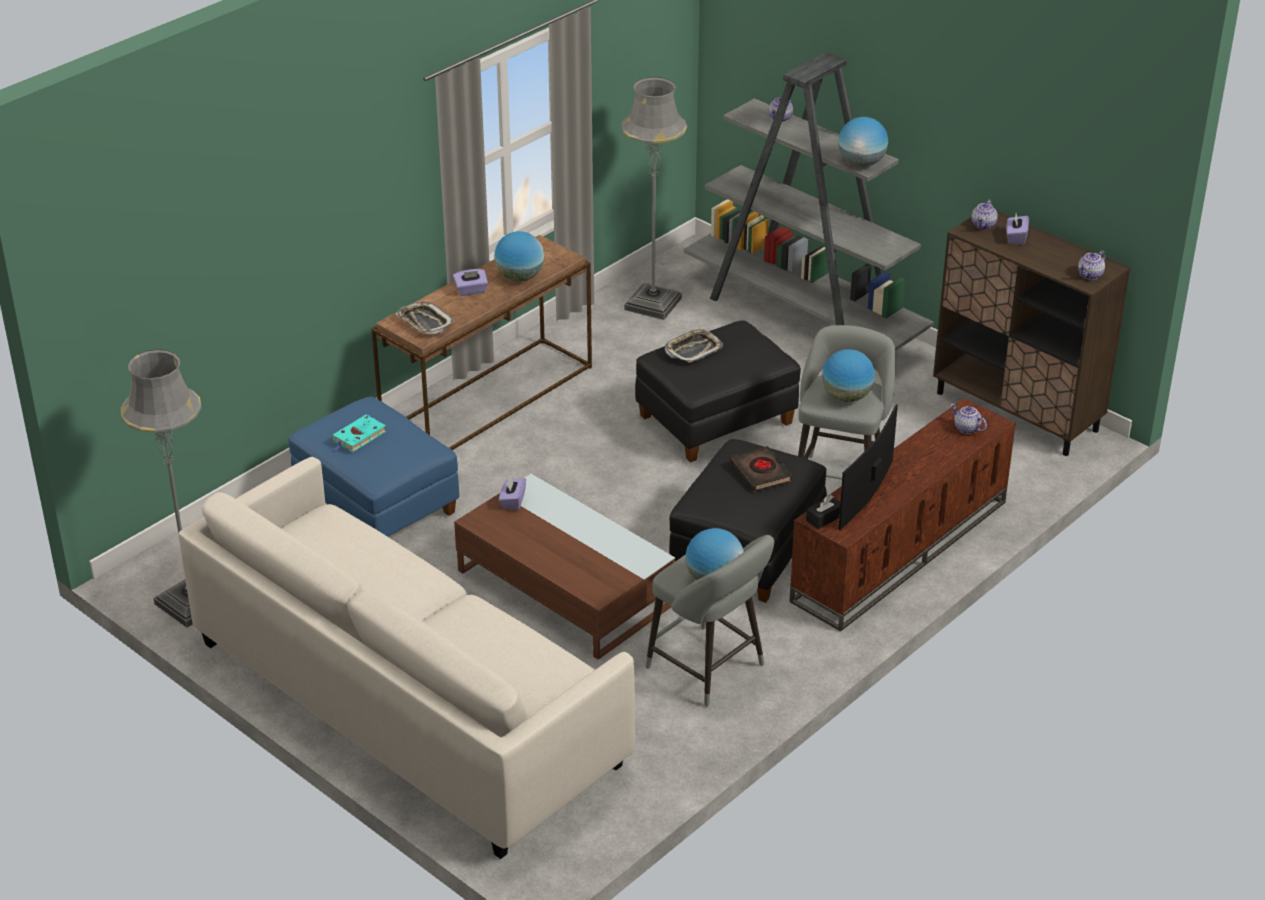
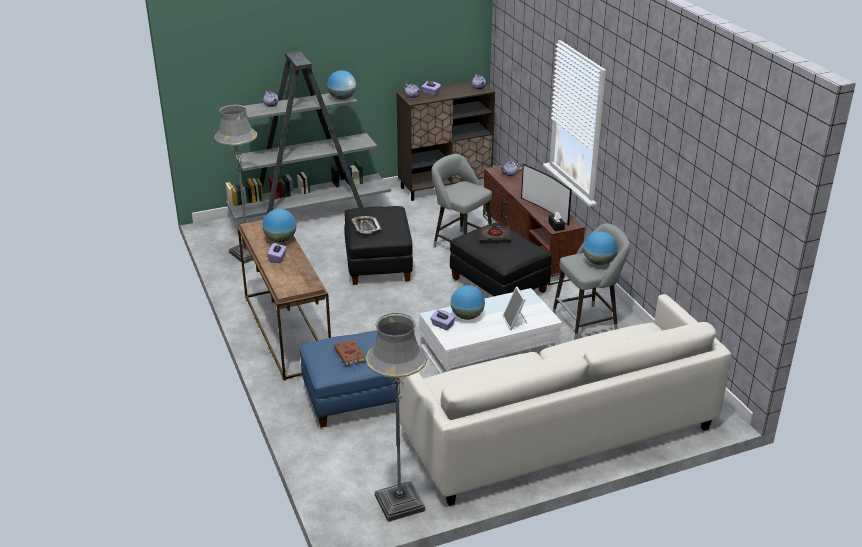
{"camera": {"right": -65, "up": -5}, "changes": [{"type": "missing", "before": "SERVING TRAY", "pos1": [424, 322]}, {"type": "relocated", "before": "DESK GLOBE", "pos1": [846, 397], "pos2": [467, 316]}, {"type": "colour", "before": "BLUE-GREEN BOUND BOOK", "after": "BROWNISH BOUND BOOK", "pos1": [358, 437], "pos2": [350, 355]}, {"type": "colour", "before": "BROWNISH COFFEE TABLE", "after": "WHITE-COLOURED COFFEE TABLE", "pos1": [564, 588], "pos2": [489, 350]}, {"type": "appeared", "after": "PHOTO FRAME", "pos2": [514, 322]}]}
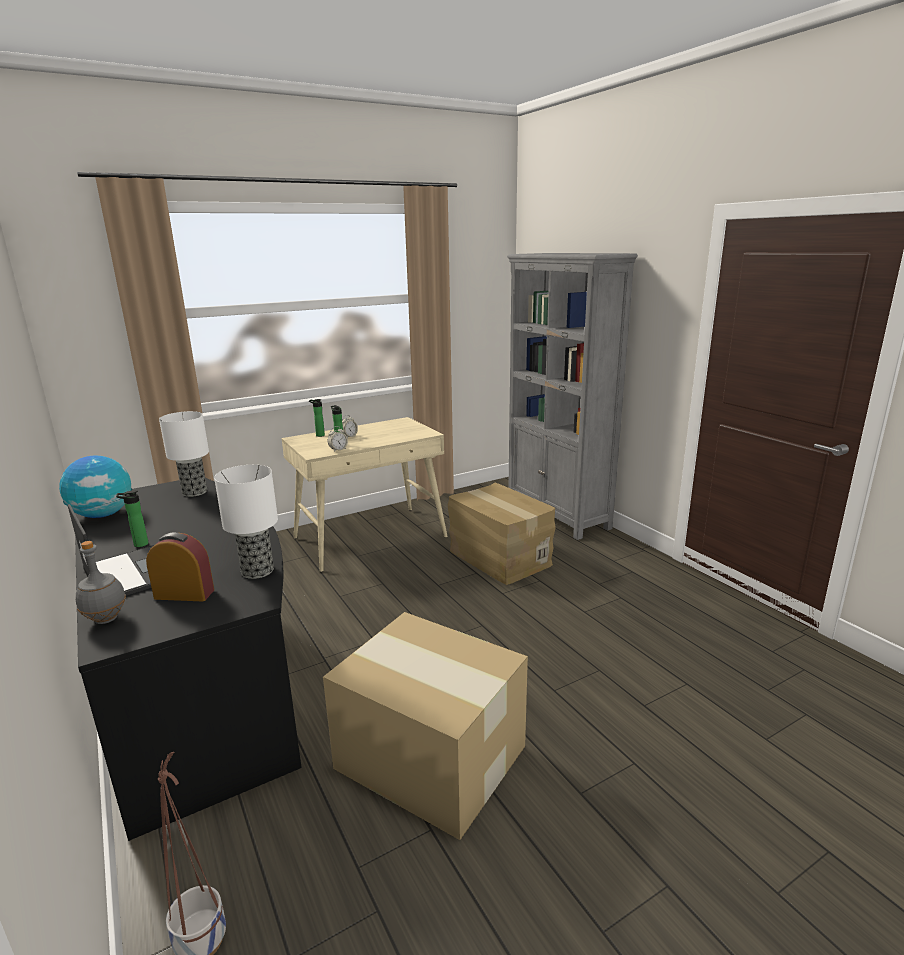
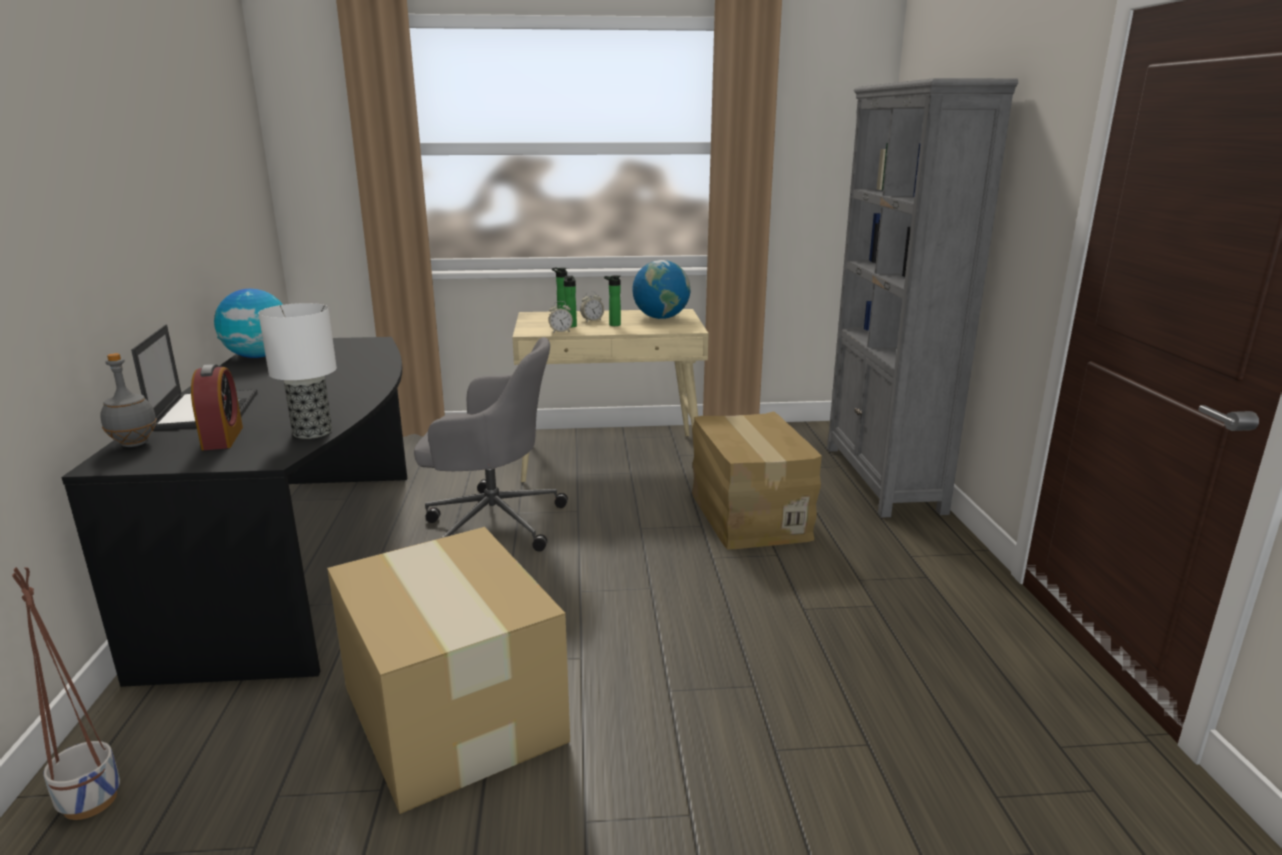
{"camera": {"right": 25, "up": 0}, "changes": [{"type": "missing", "before": "TABLETOP LAMP", "pos1": [194, 492]}, {"type": "relocated", "before": "DRINK BOTTLE", "pos1": [138, 544], "pos2": [613, 325]}, {"type": "spun", "before": "TABLE CLOCK", "pos1": [184, 594], "pos2": [222, 438], "turn": 45}, {"type": "appeared", "after": "DESK GLOBE", "pos2": [661, 318]}, {"type": "appeared", "after": "GREYISH DESK CHAIR", "pos2": [492, 522]}]}
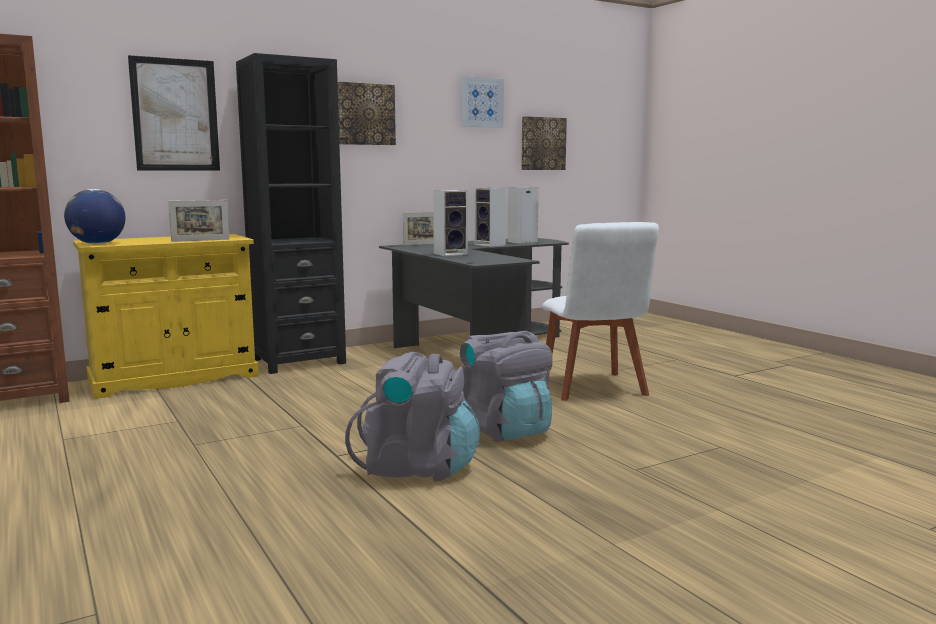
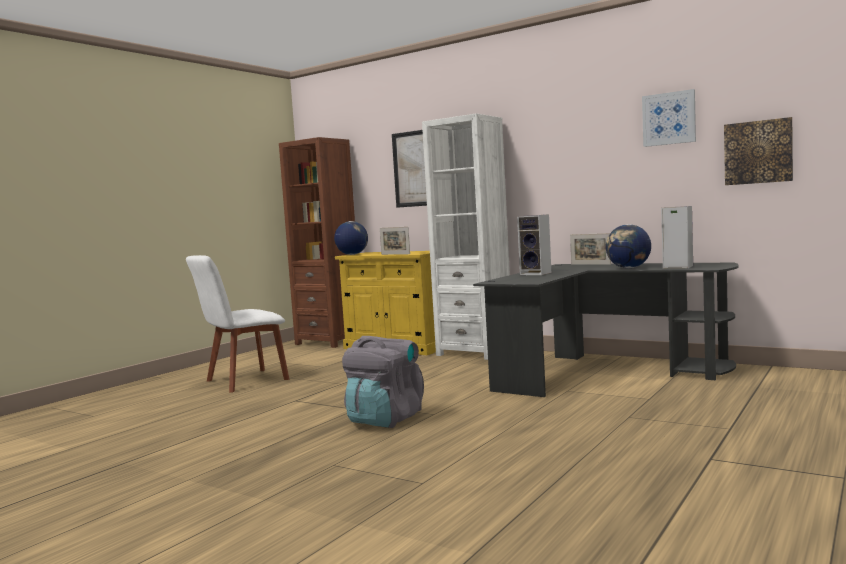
{"camera": {"right": 65, "up": -5}, "changes": [{"type": "colour", "before": "BLACK BOOKCASE", "after": "WHITE-COLOURED BOOKCASE", "pos1": [298, 361], "pos2": [475, 352]}, {"type": "missing", "before": "PICTURE", "pos1": [366, 114]}, {"type": "exchanged", "before": "AUDIO SPEAKER", "after": "DESK GLOBE", "pos1": [491, 245], "pos2": [628, 268]}, {"type": "relocated", "before": "WHITE-COLOURED CHAIR", "pos1": [594, 388], "pos2": [243, 381]}, {"type": "missing", "before": "GREYISH KNAPSACK", "pos1": [417, 468]}]}
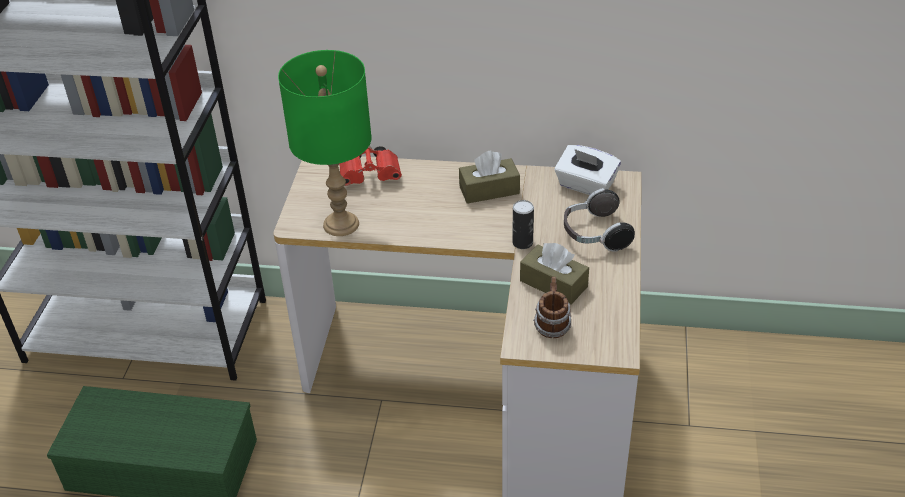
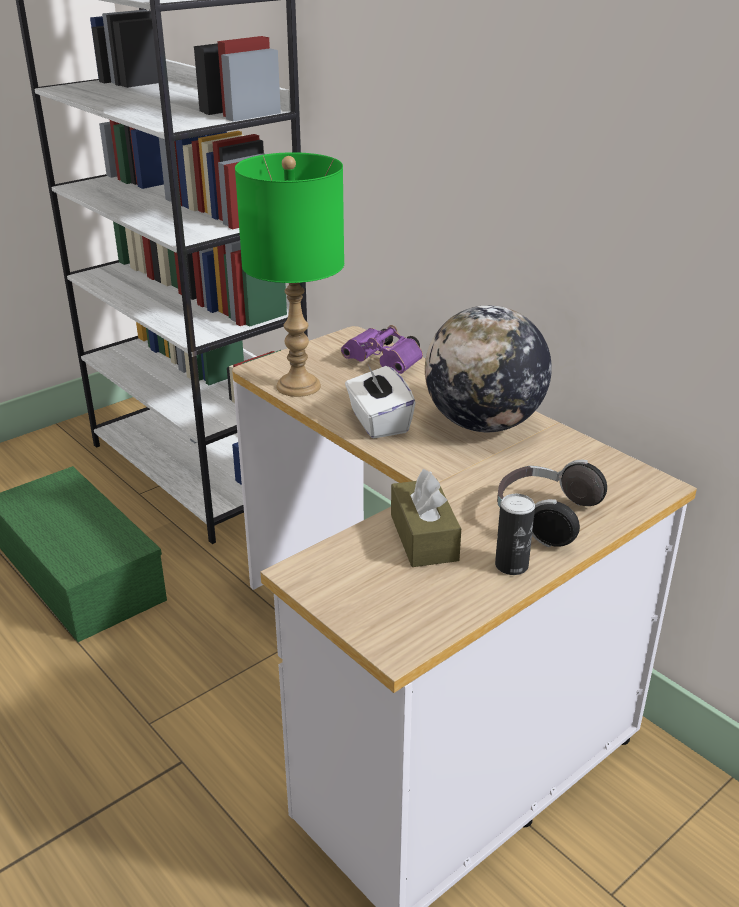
{"camera": {"right": 40, "up": -10}, "changes": [{"type": "relocated", "before": "WHITE-COLOURED TISSUE HOLDER", "pos1": [585, 185], "pos2": [378, 422]}, {"type": "colour", "before": "RED-COLOURED BINOCULARS", "after": "PURPLISH BINOCULARS", "pos1": [372, 176], "pos2": [386, 364]}, {"type": "exchanged", "before": "BROWNISH TISSUE HOLDER", "after": "DESK GLOBE", "pos1": [489, 190], "pos2": [483, 424]}, {"type": "relocated", "before": "METAL CAN", "pos1": [522, 243], "pos2": [511, 565]}, {"type": "missing", "before": "MUG", "pos1": [551, 325]}]}
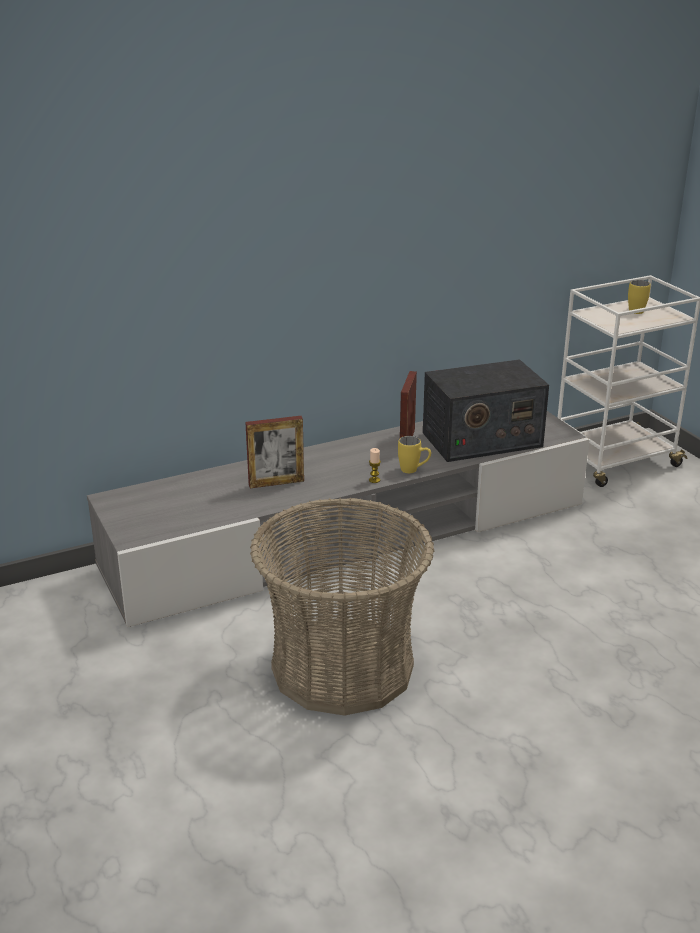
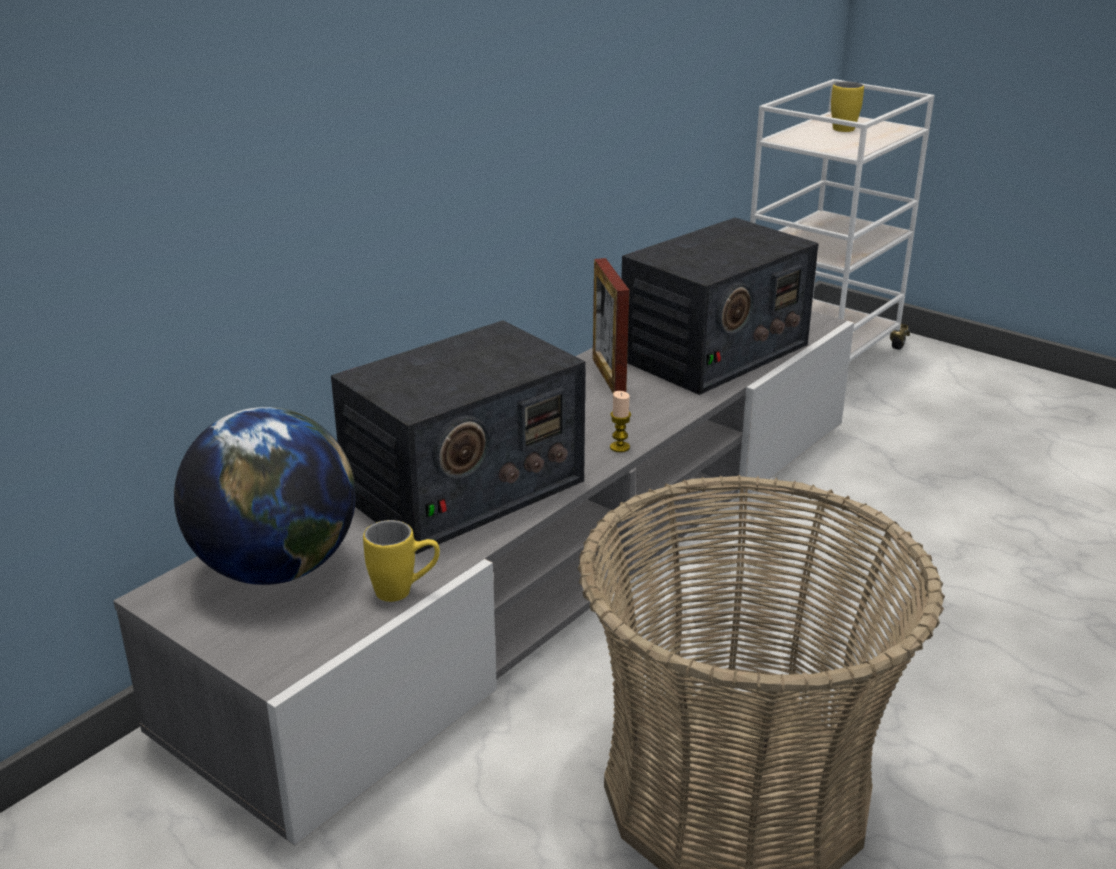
{"camera": {"right": -25, "up": 0}, "changes": [{"type": "exchanged", "before": "PHOTO FRAME", "after": "RADIO SET", "pos1": [276, 483], "pos2": [463, 489]}, {"type": "relocated", "before": "YELLOW MUG", "pos1": [414, 470], "pos2": [405, 591]}, {"type": "appeared", "after": "DESK GLOBE", "pos2": [276, 568]}]}
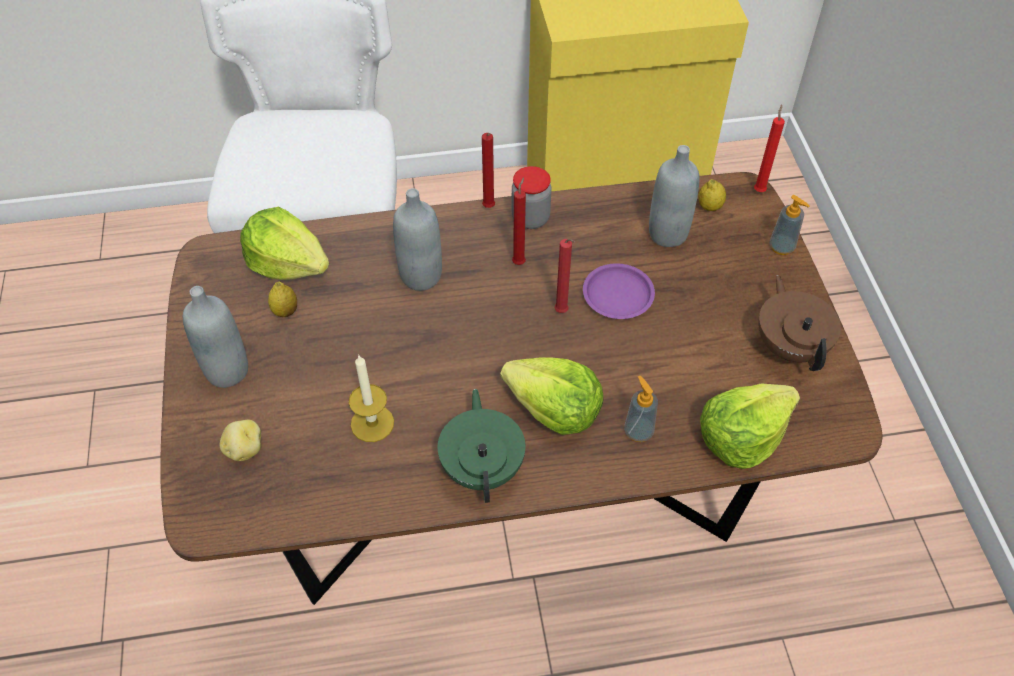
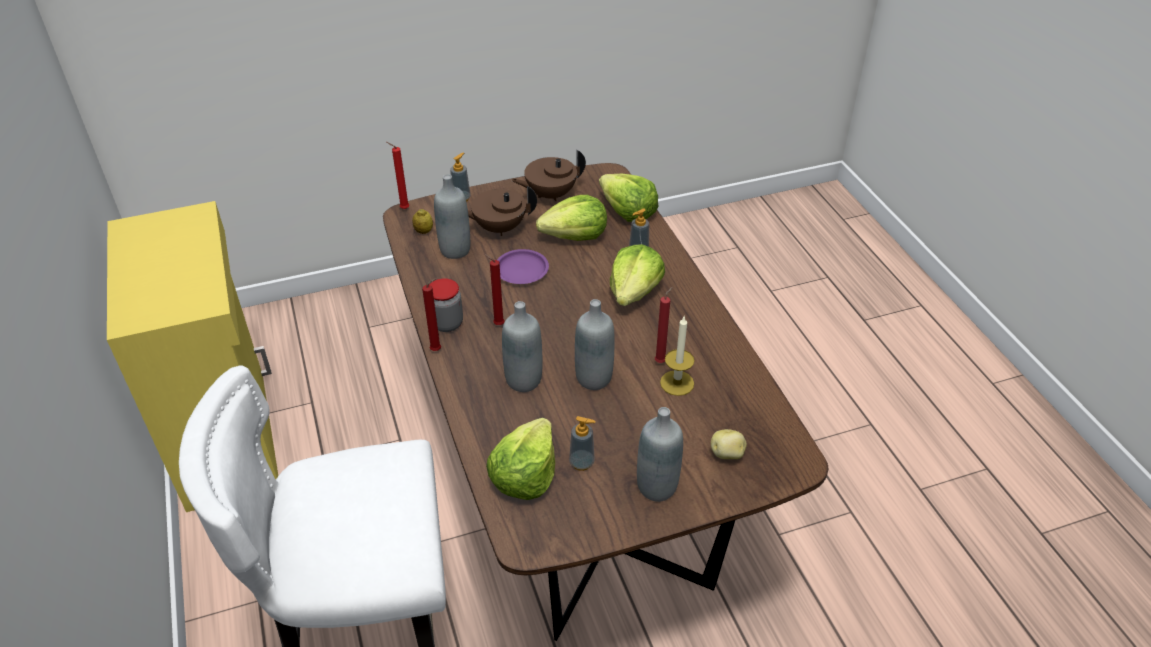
{"camera": {"right": -100, "up": -10}, "changes": [{"type": "relocated", "before": "RED-COLOURED CANDLE", "pos1": [562, 313], "pos2": [661, 361]}, {"type": "exchanged", "before": "CITRUS FRUIT", "after": "SOAP DISPENSER", "pos1": [285, 311], "pos2": [581, 462]}, {"type": "missing", "before": "GREENISH TEA POT", "pos1": [483, 467]}, {"type": "appeared", "after": "BROWNISH TEA POT", "pos2": [499, 228]}, {"type": "appeared", "after": "HEAD OF LETTUCE", "pos2": [575, 236]}, {"type": "appeared", "after": "GREYISH DRINK BOTTLE", "pos2": [594, 378]}]}
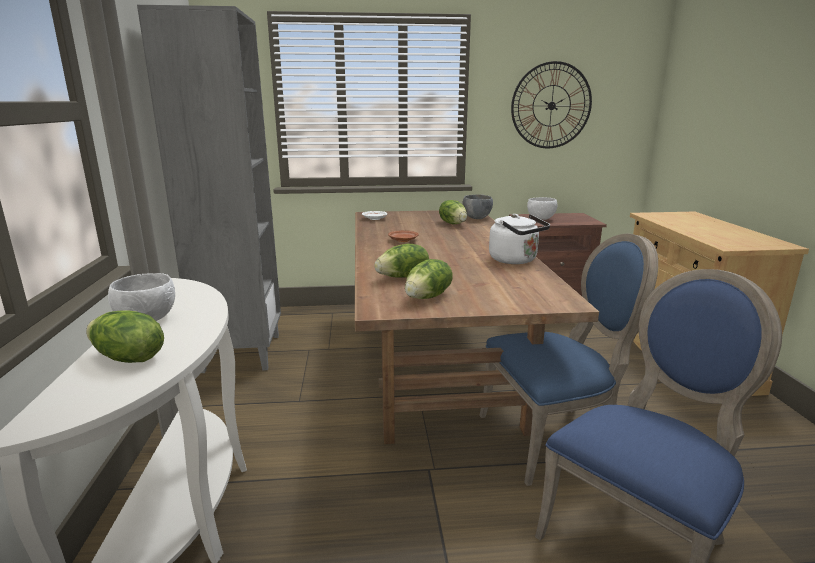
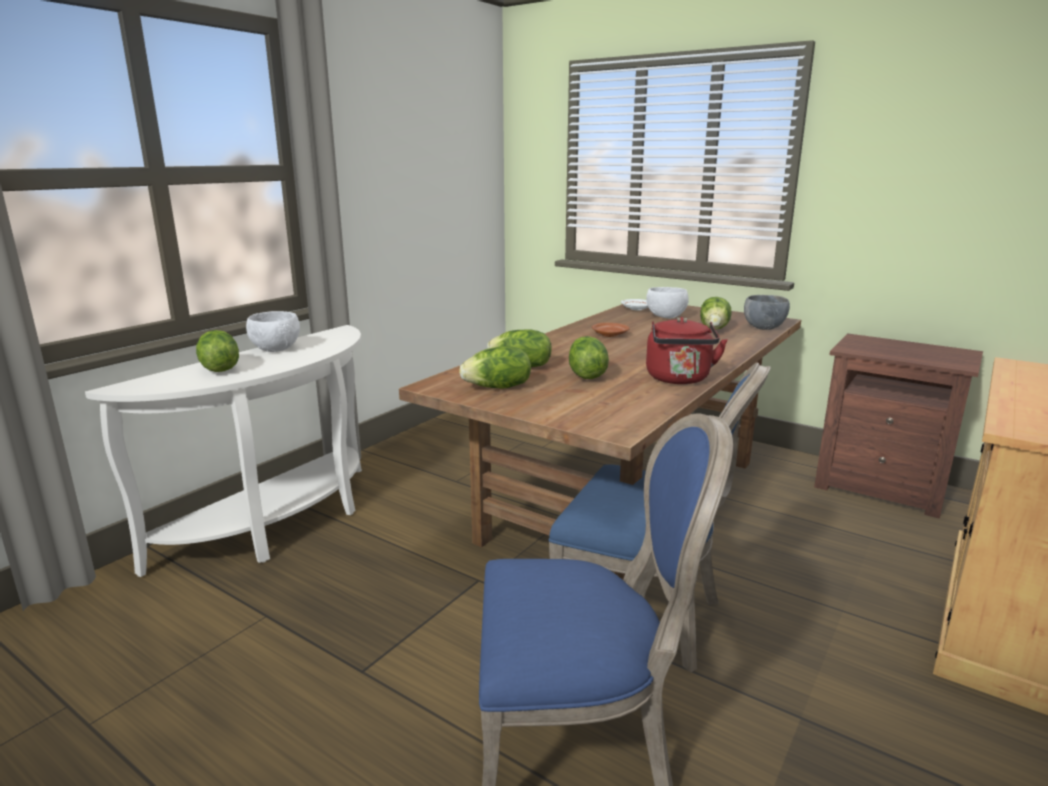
{"camera": {"right": 40, "up": 0}, "changes": [{"type": "missing", "before": "GREYISH BOOKCASE", "pos1": [241, 352]}, {"type": "missing", "before": "WALL CLOCK", "pos1": [551, 106]}, {"type": "relocated", "before": "WHITE-COLOURED BOWL", "pos1": [541, 219], "pos2": [666, 317]}, {"type": "colour", "before": "WHITE-COLOURED TEA KETTLE", "after": "RED-COLOURED TEA KETTLE", "pos1": [515, 260], "pos2": [679, 379]}, {"type": "appeared", "after": "HEAD OF LETTUCE", "pos2": [586, 375]}]}
